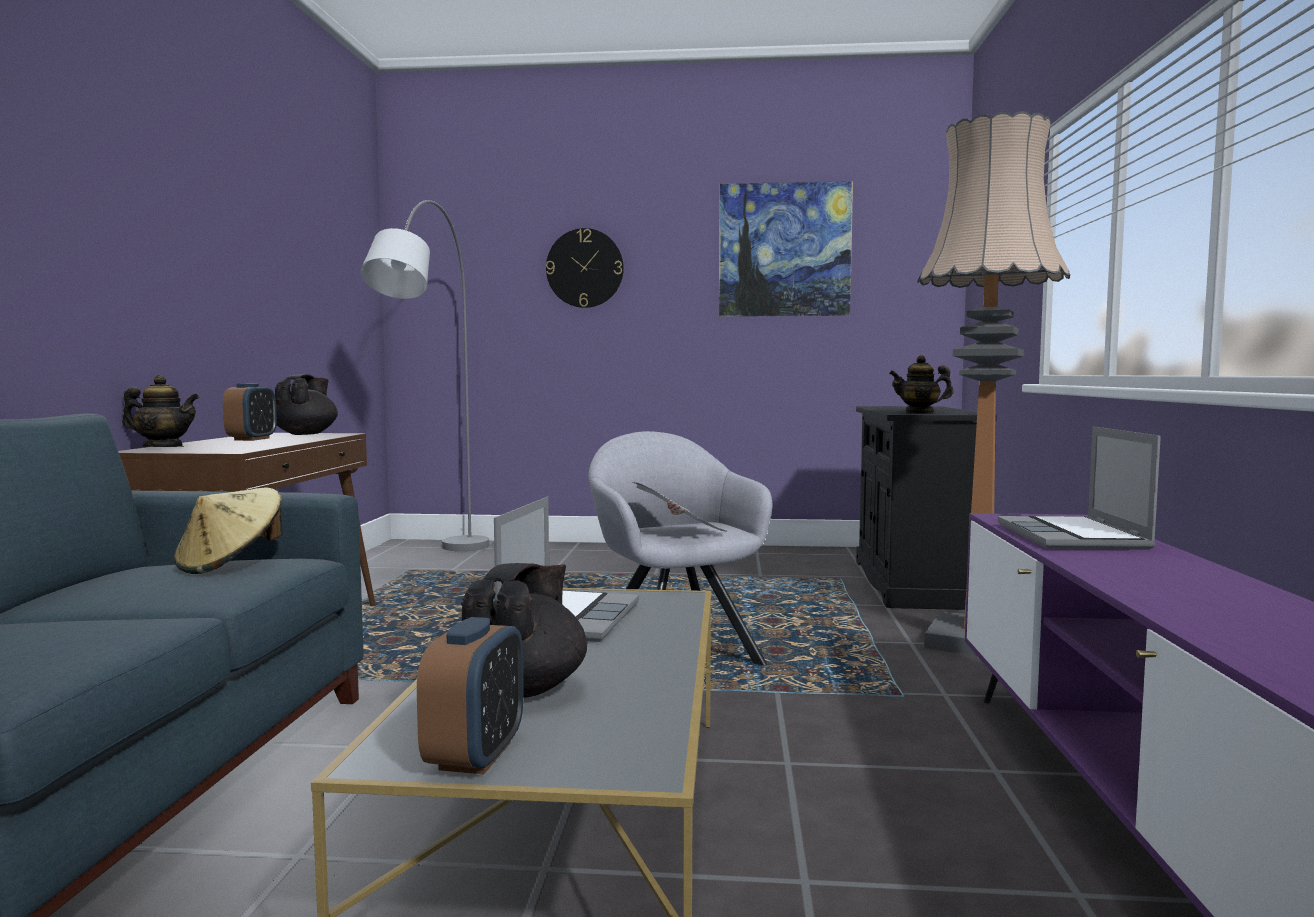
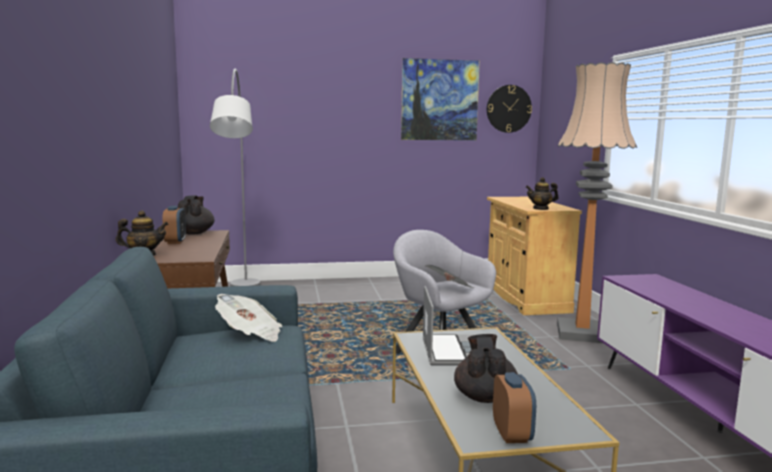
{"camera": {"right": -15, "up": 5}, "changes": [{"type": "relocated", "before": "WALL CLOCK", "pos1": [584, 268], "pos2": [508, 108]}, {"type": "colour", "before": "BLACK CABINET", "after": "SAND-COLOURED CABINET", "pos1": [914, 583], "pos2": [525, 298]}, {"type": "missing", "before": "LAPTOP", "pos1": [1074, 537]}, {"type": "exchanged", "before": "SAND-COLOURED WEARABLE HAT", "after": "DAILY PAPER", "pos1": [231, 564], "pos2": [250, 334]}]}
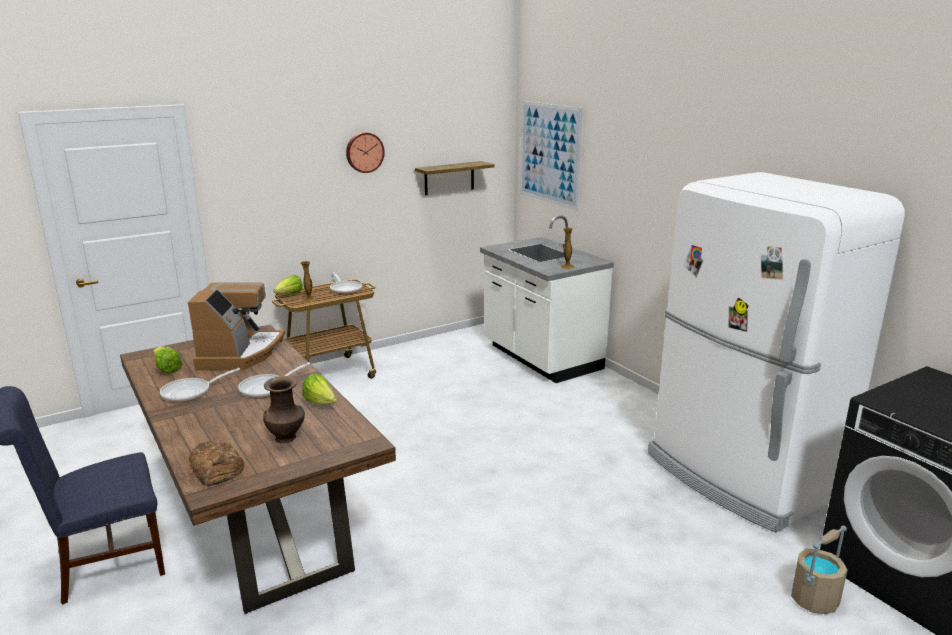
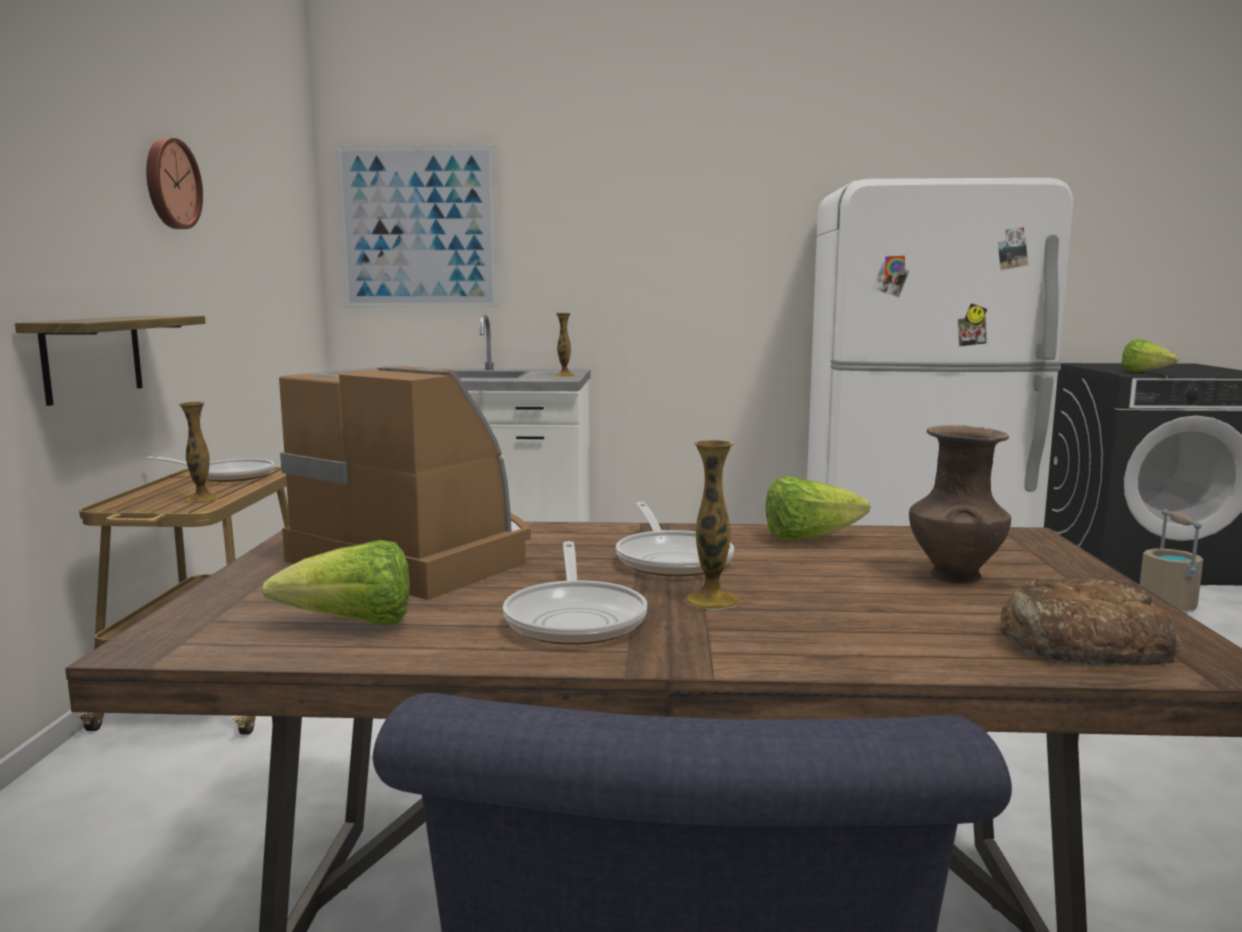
{"camera": {"right": -55, "up": -10}, "changes": [{"type": "relocated", "before": "SHELF", "pos1": [449, 178], "pos2": [93, 357]}, {"type": "relocated", "before": "HEAD OF LETTUCE", "pos1": [289, 295], "pos2": [1146, 373]}, {"type": "appeared", "after": "DECORATIVE VASE", "pos2": [712, 601]}]}
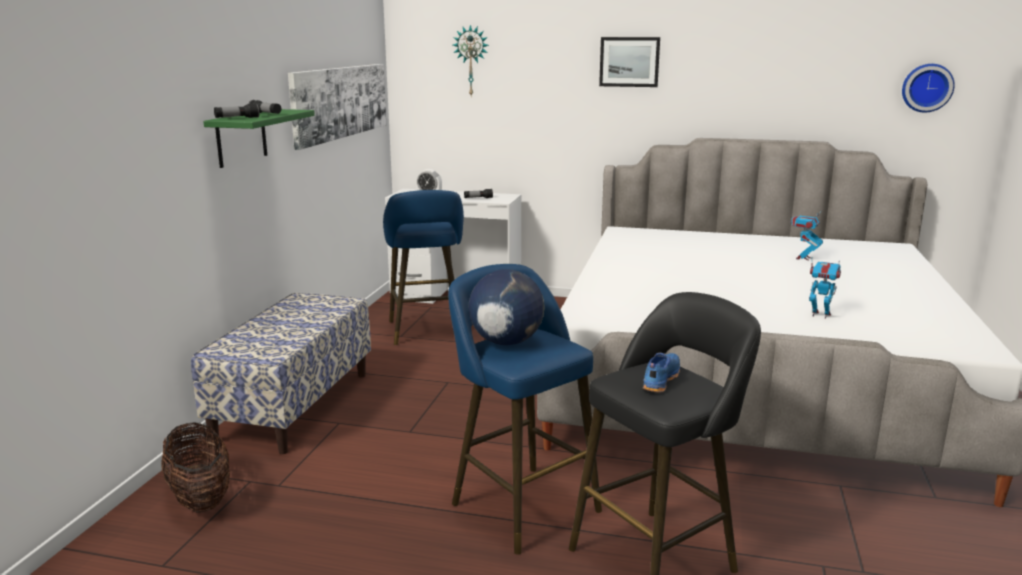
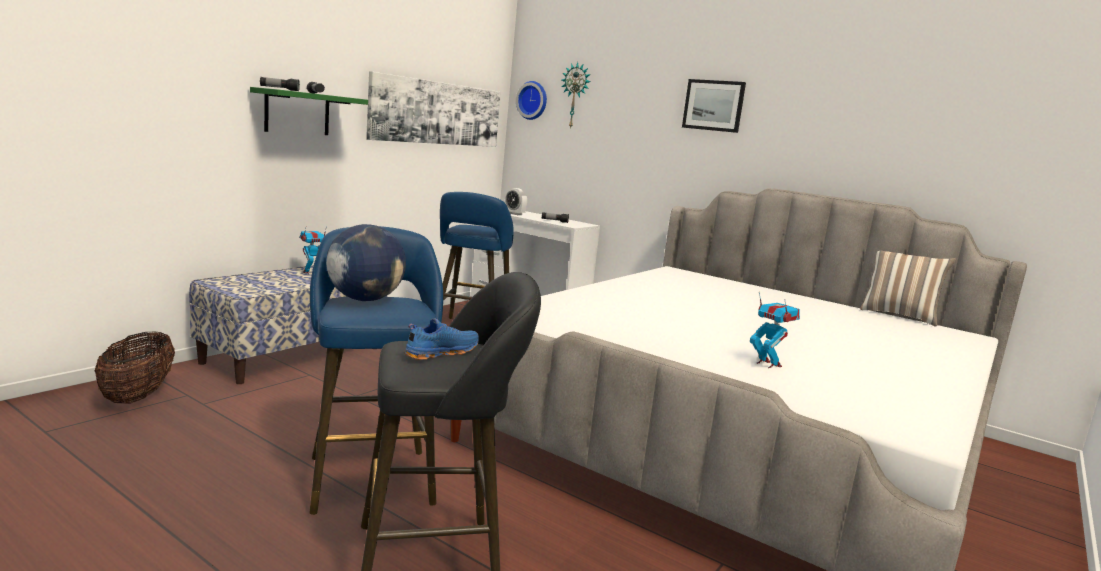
{"camera": {"right": 20, "up": -5}, "changes": [{"type": "relocated", "before": "WALL CLOCK", "pos1": [926, 87], "pos2": [533, 100]}, {"type": "relocated", "before": "ROBOT FIGURE", "pos1": [803, 258], "pos2": [311, 273]}, {"type": "appeared", "after": "CUSHION", "pos2": [899, 315]}]}
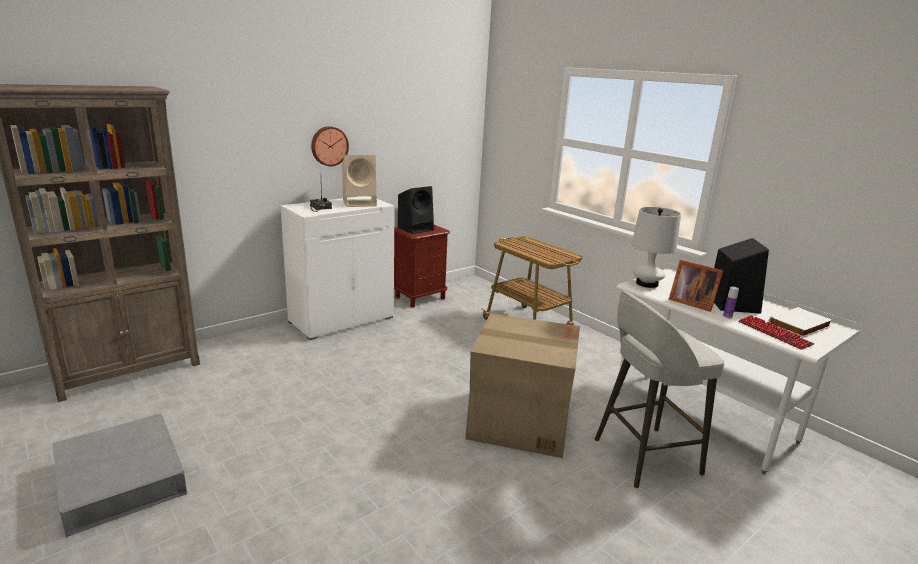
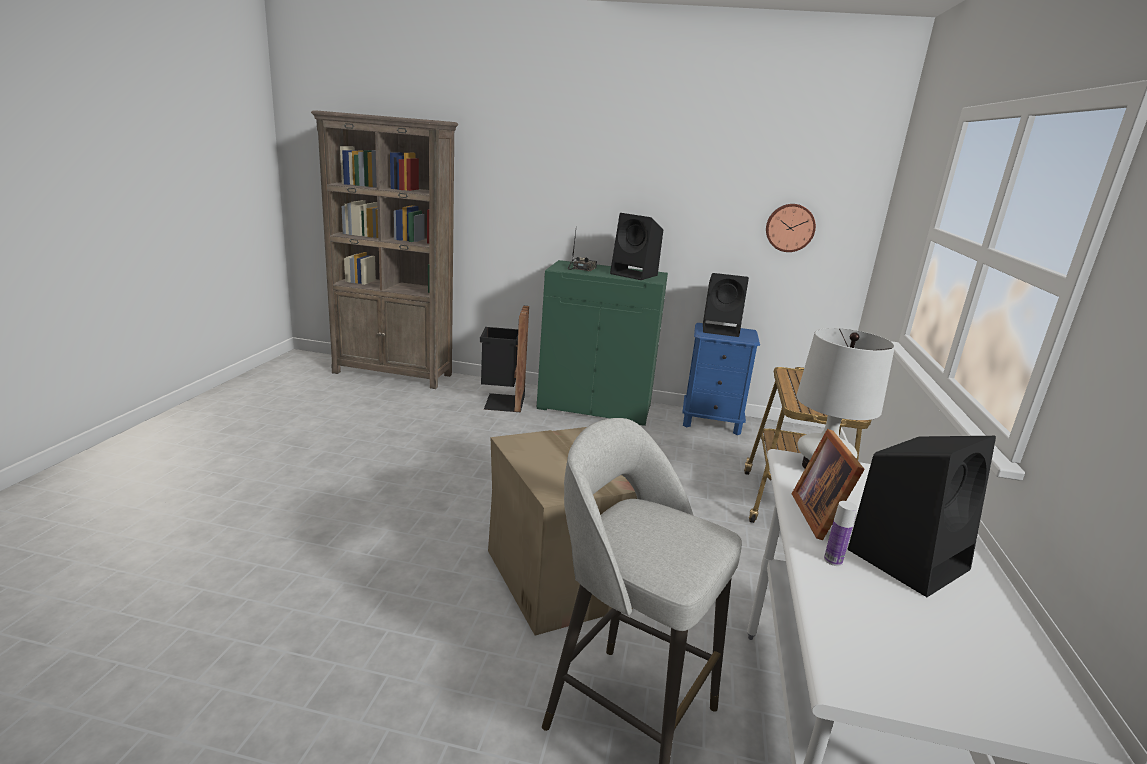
{"camera": {"right": 50, "up": 0}, "changes": [{"type": "relocated", "before": "WALL CLOCK", "pos1": [329, 146], "pos2": [790, 227]}, {"type": "colour", "before": "SAND-COLOURED AUDIO SPEAKER", "after": "BLACK AUDIO SPEAKER", "pos1": [360, 203], "pos2": [635, 275]}, {"type": "colour", "before": "WHITE-COLOURED CABINET", "after": "GREENISH CABINET", "pos1": [341, 319], "pos2": [595, 406]}, {"type": "colour", "before": "BROWNISH BEDSIDE TABLE", "after": "BLUISH BEDSIDE TABLE", "pos1": [420, 298], "pos2": [711, 422]}, {"type": "missing", "before": "WHITE-COLOURED BOUND BOOK", "pos1": [800, 326]}, {"type": "missing", "before": "KEYBOARD", "pos1": [774, 333]}, {"type": "missing", "before": "GREYISH STORAGE BIN", "pos1": [121, 479]}, {"type": "appeared", "after": "BLACK RUBBISH BIN", "pos2": [502, 402]}]}
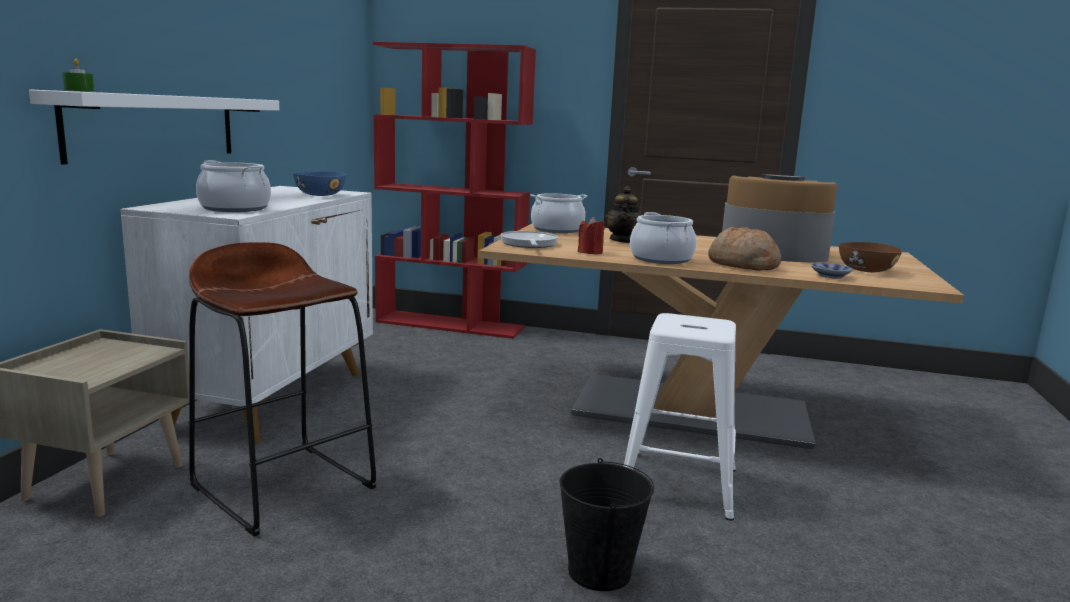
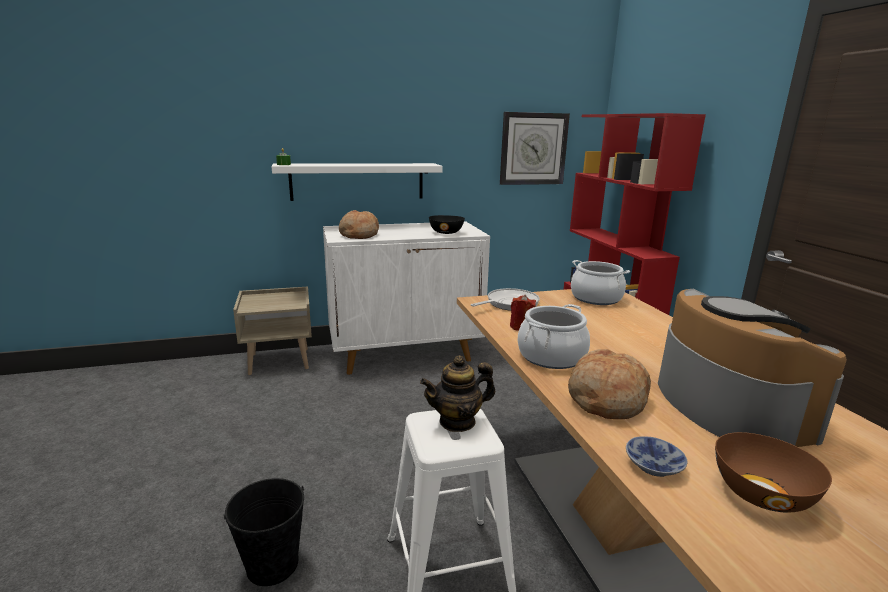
{"camera": {"right": 60, "up": 5}, "changes": [{"type": "exchanged", "before": "SAUCEPOT", "after": "BAKED BREAD", "pos1": [234, 208], "pos2": [358, 235]}, {"type": "colour", "before": "BLUISH BOWL", "after": "BLACK BOWL", "pos1": [320, 195], "pos2": [446, 233]}, {"type": "relocated", "before": "TEA POT", "pos1": [623, 241], "pos2": [457, 421]}, {"type": "missing", "before": "BROWNISH SITTING STOOL", "pos1": [284, 486]}, {"type": "appeared", "after": "WALL CLOCK", "pos2": [533, 149]}]}
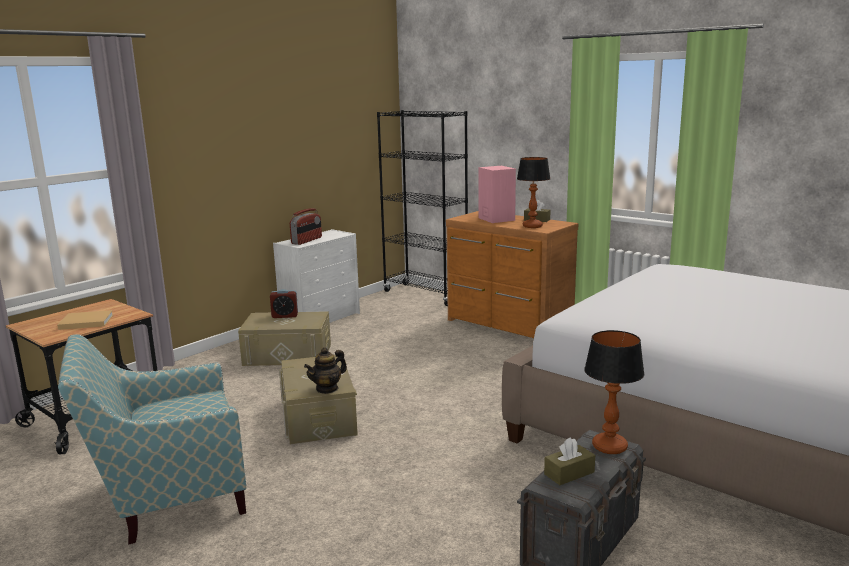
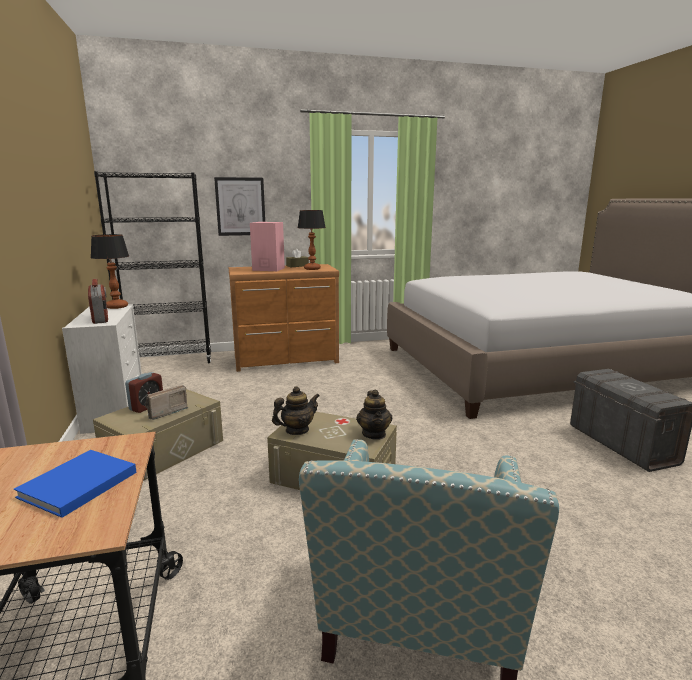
{"camera": {"right": -55, "up": 0}, "changes": [{"type": "colour", "before": "SAND-COLOURED BOUND BOOK", "after": "BLUISH BOUND BOOK", "pos1": [85, 322], "pos2": [75, 486]}, {"type": "relocated", "before": "TABLETOP LAMP", "pos1": [610, 447], "pos2": [117, 306]}, {"type": "missing", "before": "BROWNISH TISSUE HOLDER", "pos1": [569, 473]}, {"type": "appeared", "after": "PICTURE", "pos2": [240, 206]}, {"type": "appeared", "after": "RADIO SET", "pos2": [164, 412]}, {"type": "appeared", "after": "TEA POT", "pos2": [297, 430]}]}
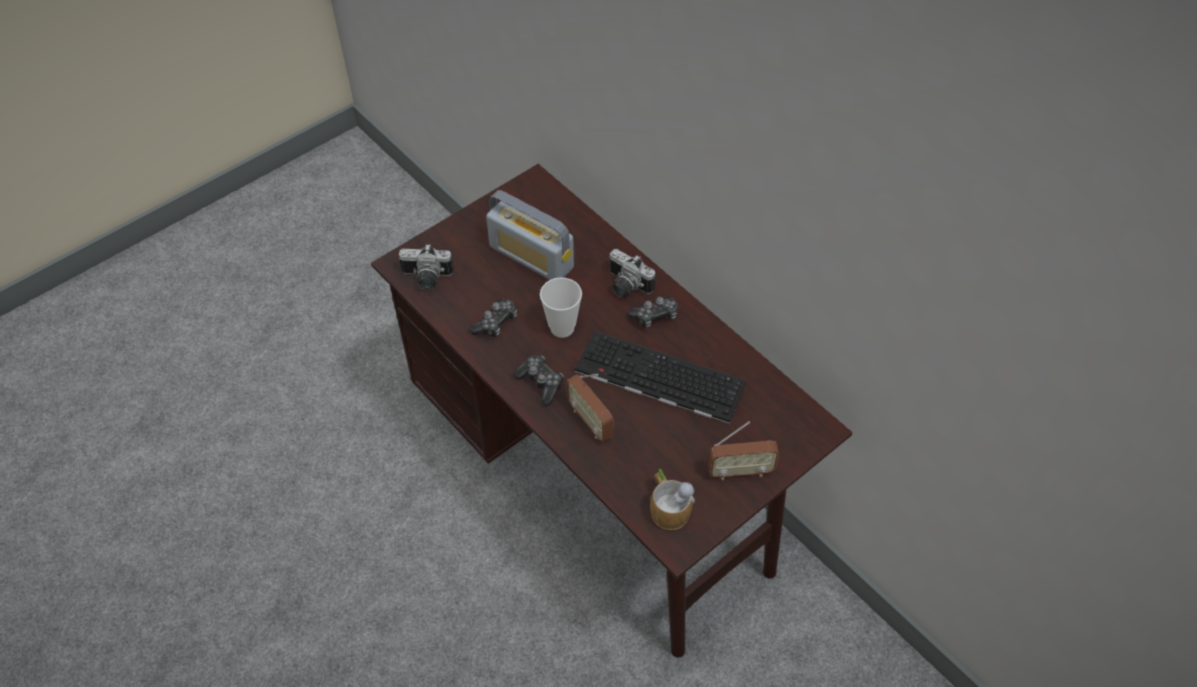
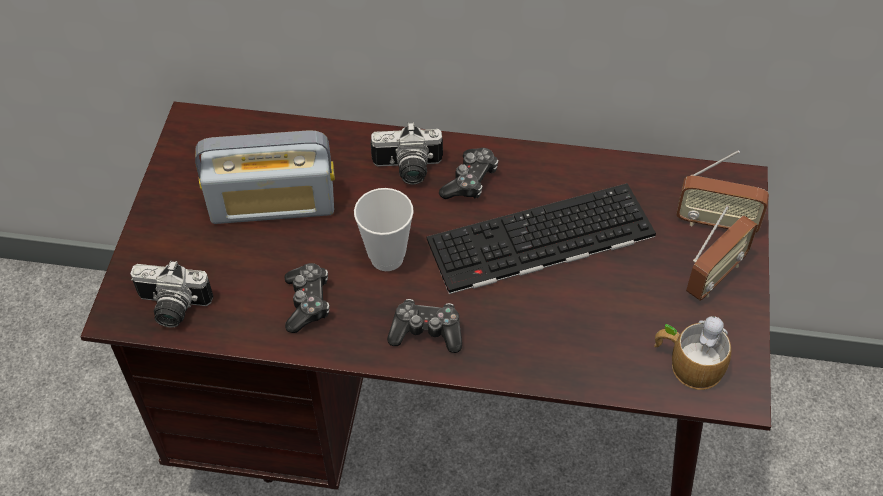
{"camera": {"right": -40, "up": 0}, "changes": [{"type": "spun", "before": "STILL CAMERA", "pos1": [426, 278], "pos2": [172, 308], "turn": 45}, {"type": "relocated", "before": "RADIO SET", "pos1": [590, 421], "pos2": [716, 223]}]}
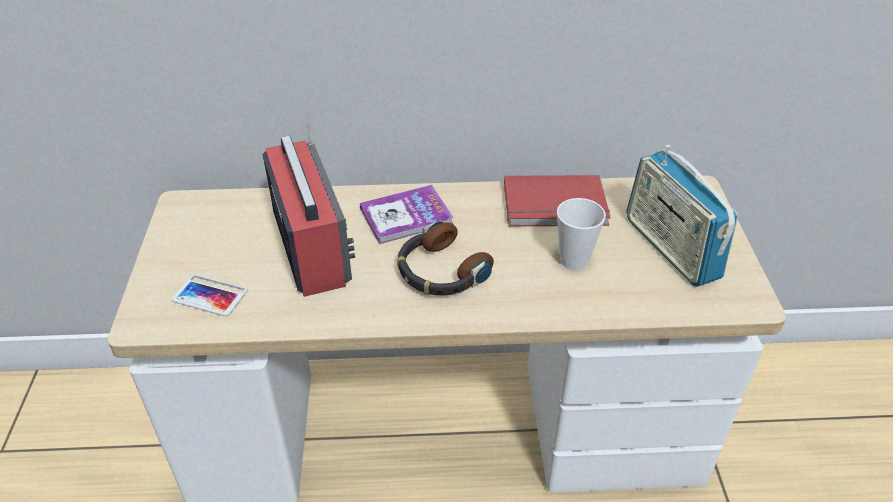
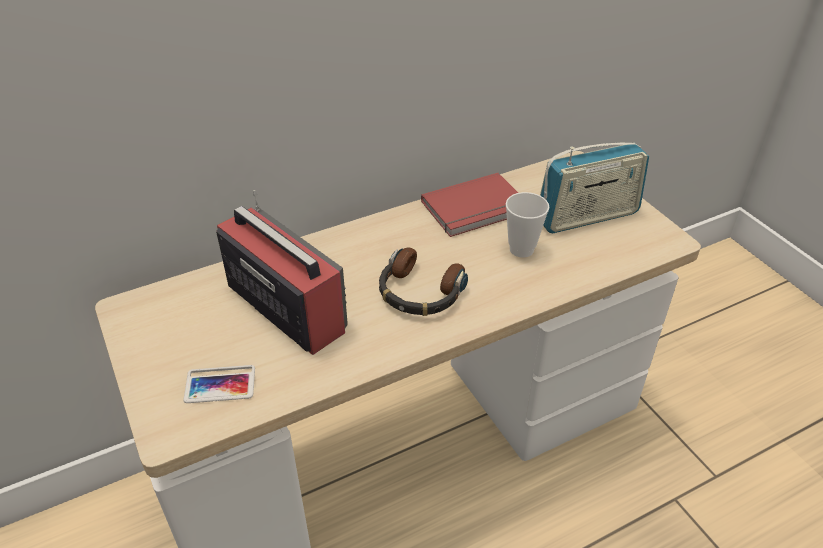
{"camera": {"right": -25, "up": 0}, "changes": [{"type": "spun", "before": "RADIO SET", "pos1": [670, 248], "pos2": [587, 217], "turn": -60}, {"type": "missing", "before": "BOUND BOOK", "pos1": [406, 216]}]}
